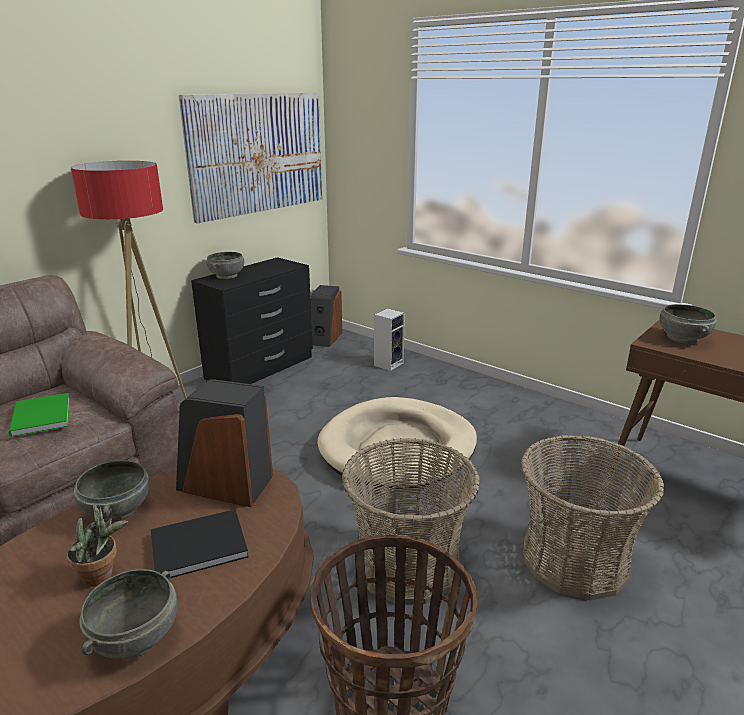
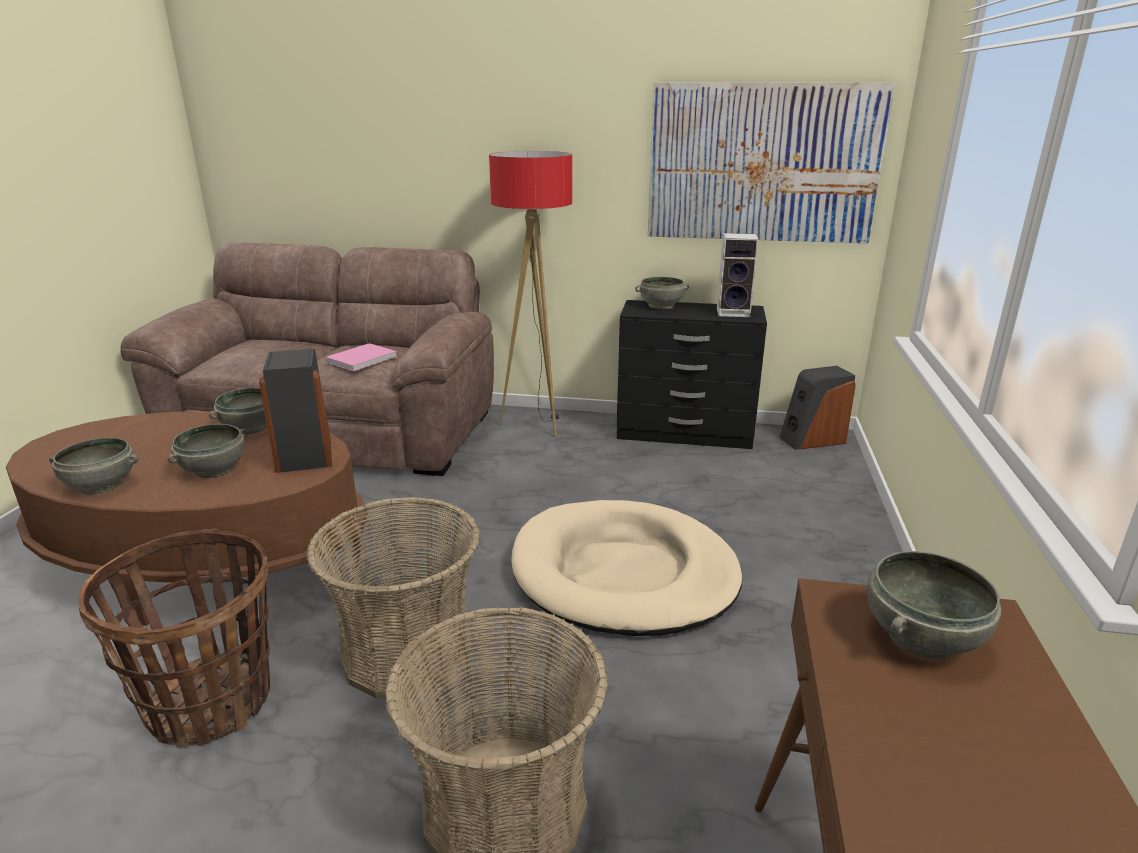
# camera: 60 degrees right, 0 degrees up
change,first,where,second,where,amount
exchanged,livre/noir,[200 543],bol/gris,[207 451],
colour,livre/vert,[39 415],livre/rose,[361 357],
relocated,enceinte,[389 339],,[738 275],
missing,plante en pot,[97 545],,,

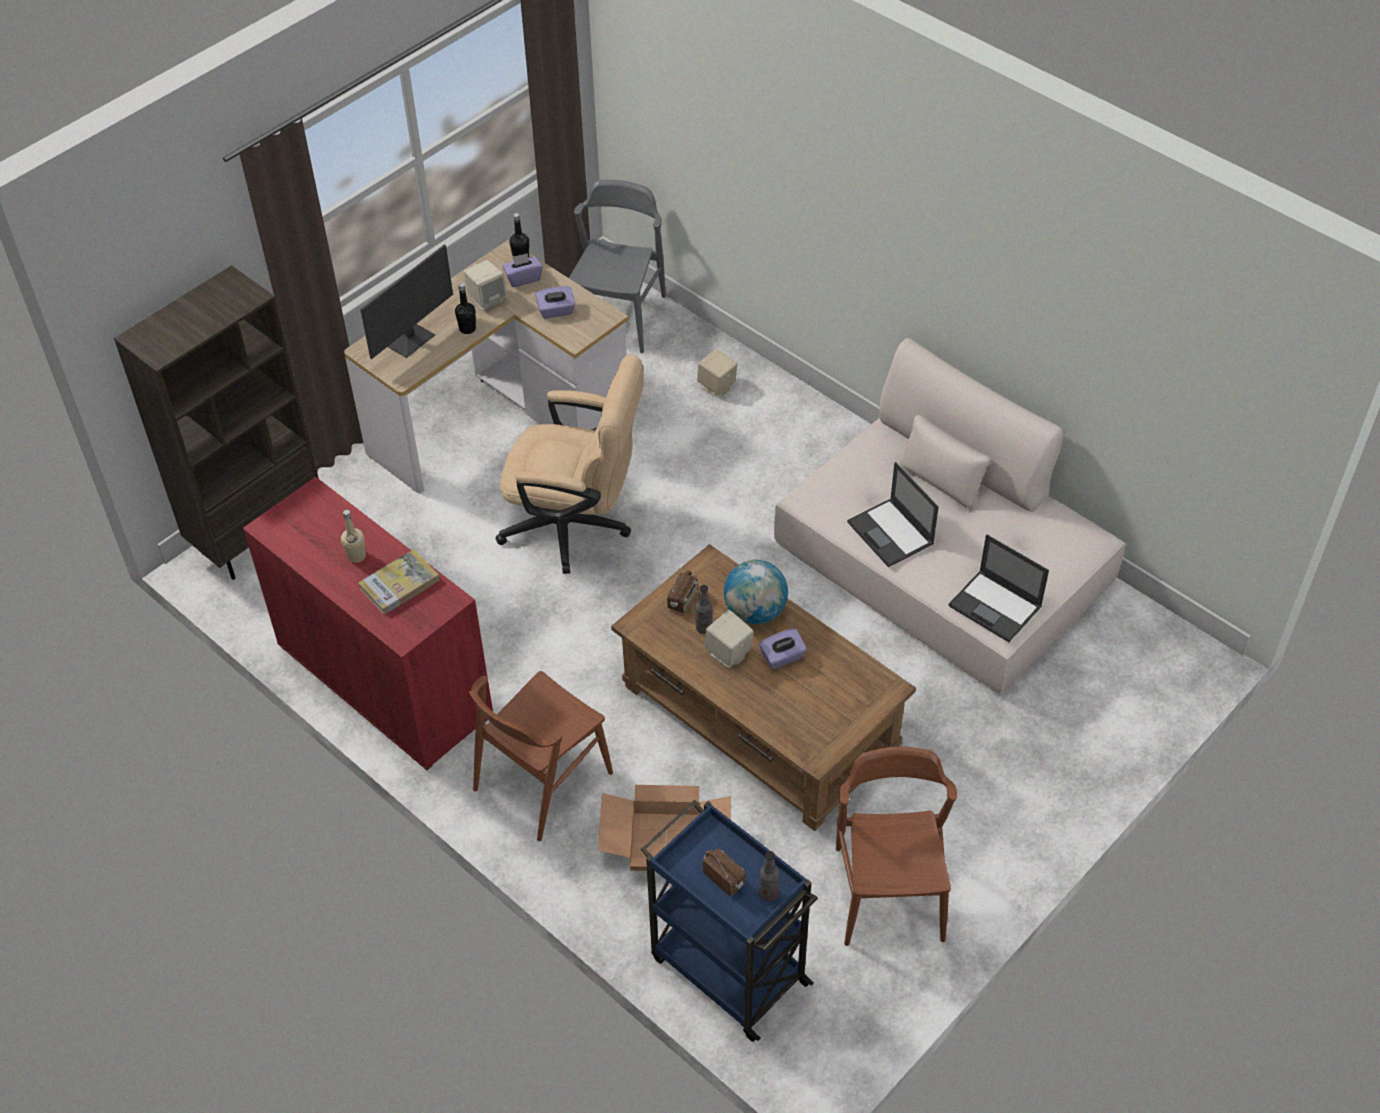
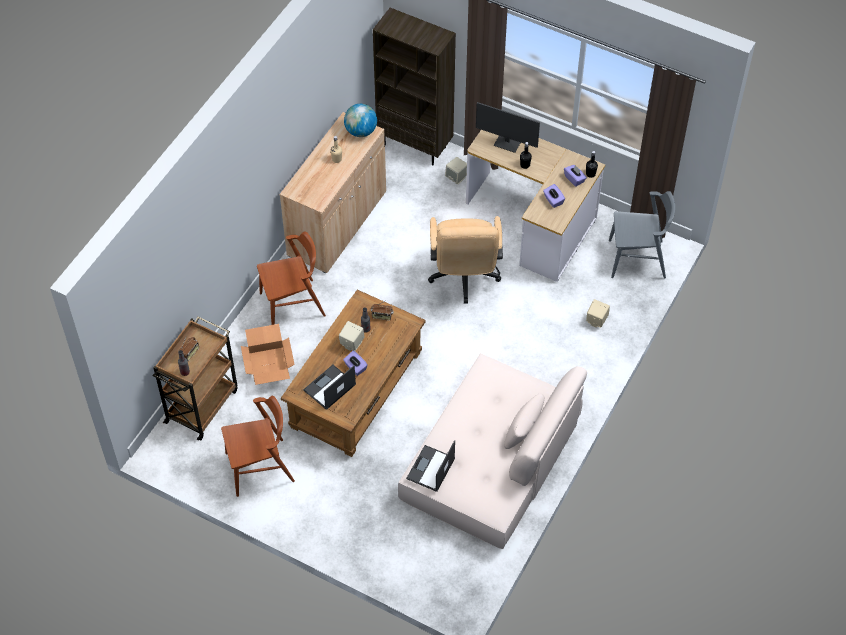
# camera: 75 degrees right, 5 degrees up
change,first,where,second,where,amount
colour,chariot/bleu,[729 921],chariot/marron,[195 378],
spun,chaise/marron,[541 756],,[291 278],135 degrees clockwise
colour,meuble de rangement/rouge,[368 623],meuble de rangement/beige,[333 192],
relocated,ordinateur portable,[893 514],,[329 387],
relocated,globe,[756 592],,[360 120],
relocated,enceinte/beige,[485 285],,[456 171],
missing,livre,[399 582],,,

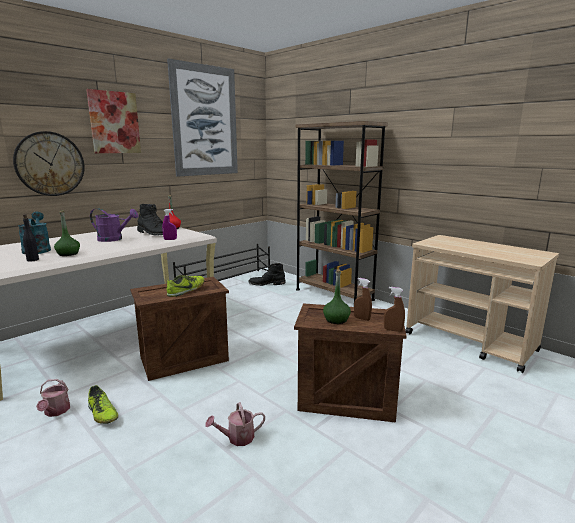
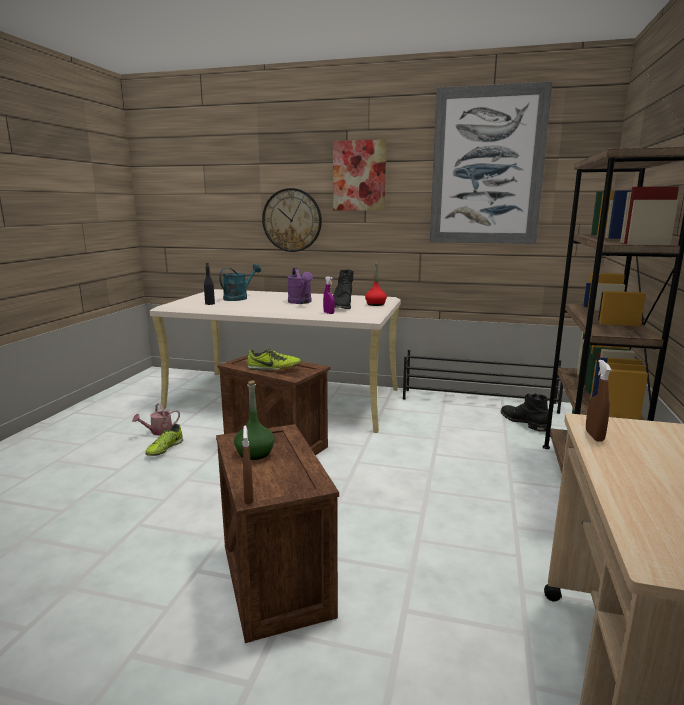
# camera: 60 degrees right, 0 degrees up
change,first,where,second,where,amount
relocated,vaporisateur/marron,[363 299],,[598 401],
missing,bouteille/vert,[67 233],,,
missing,arrosoir,[235 424],,,

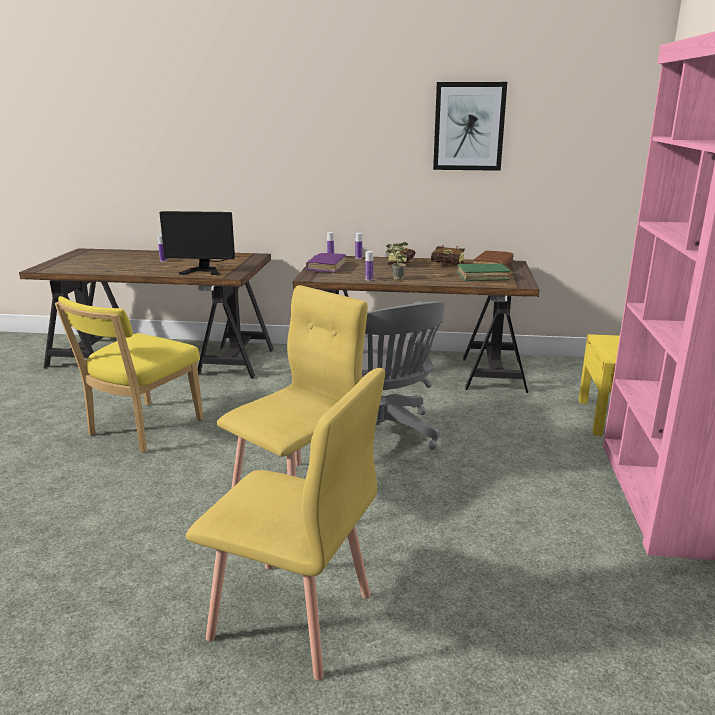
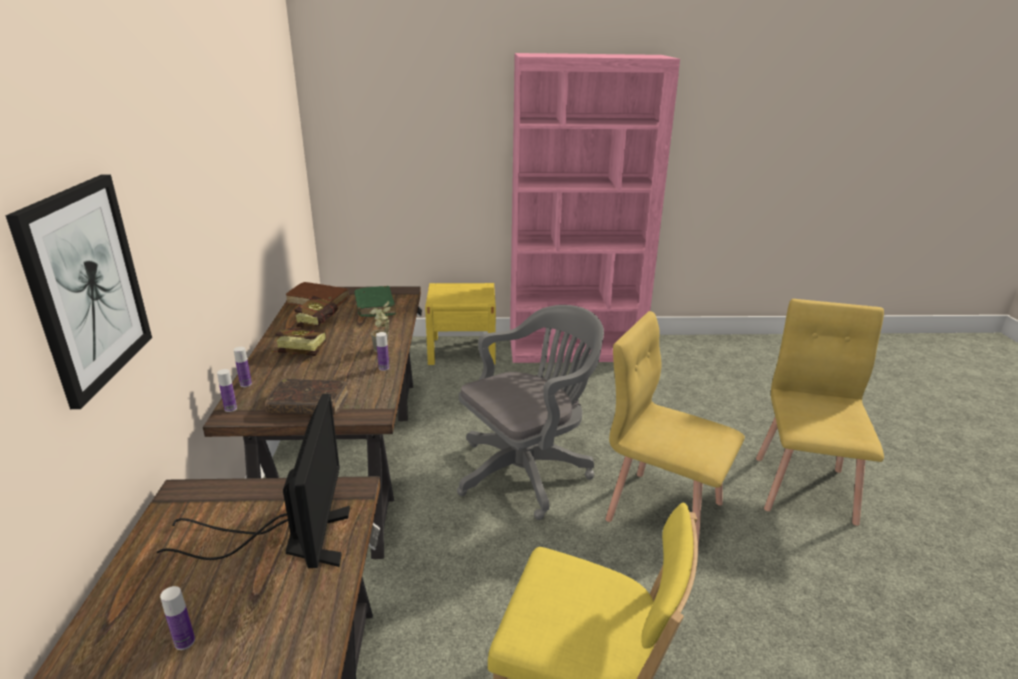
# camera: 100 degrees left, 5 degrees up
change,first,where,second,where,amount
relocated,tableau,[470 126],,[79 292],
colour,livre/violet,[326 263],livre/marron,[307 397],

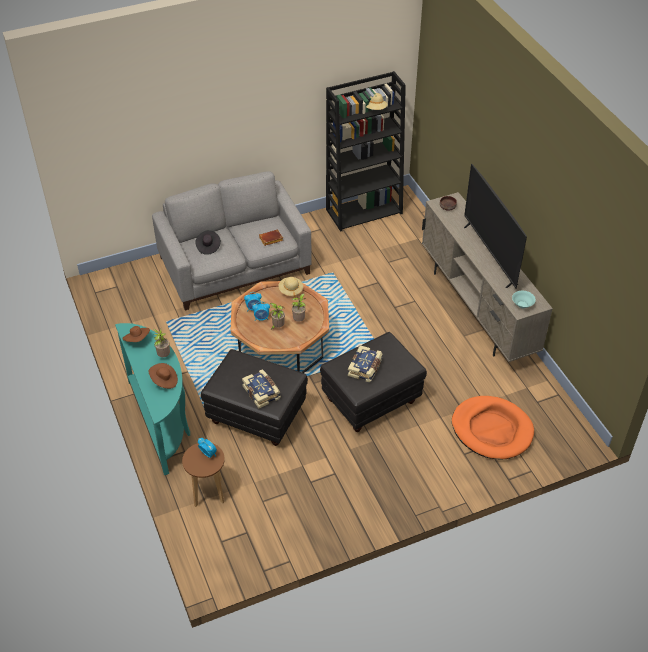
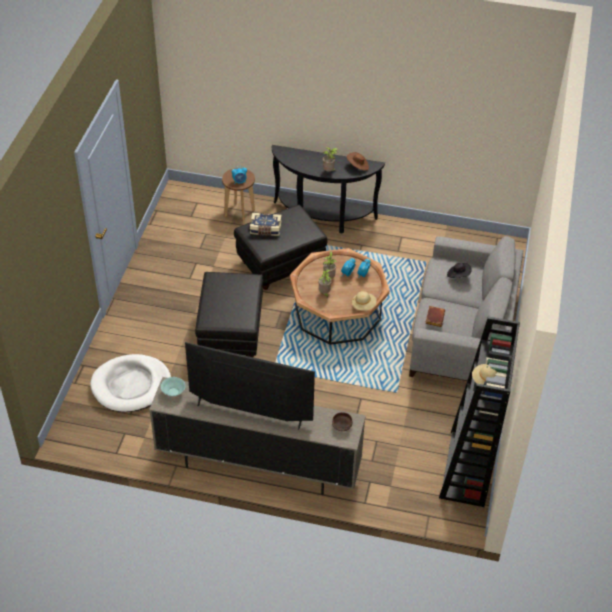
# camera: 125 degrees right, 0 degrees up
change,first,where,second,where,amount
colour,panier pour chien/orange,[493 428],panier pour chien/blanc,[130 383],
colour,table console/turquoise,[152 399],table console/noir,[328 189],
missing,chapeau/marron,[163 376],,,
missing,livre,[365 363],,,

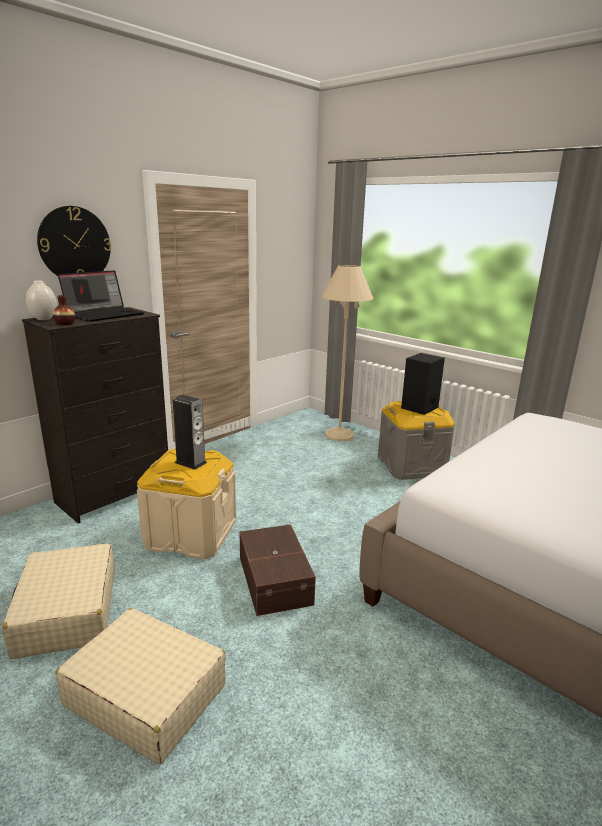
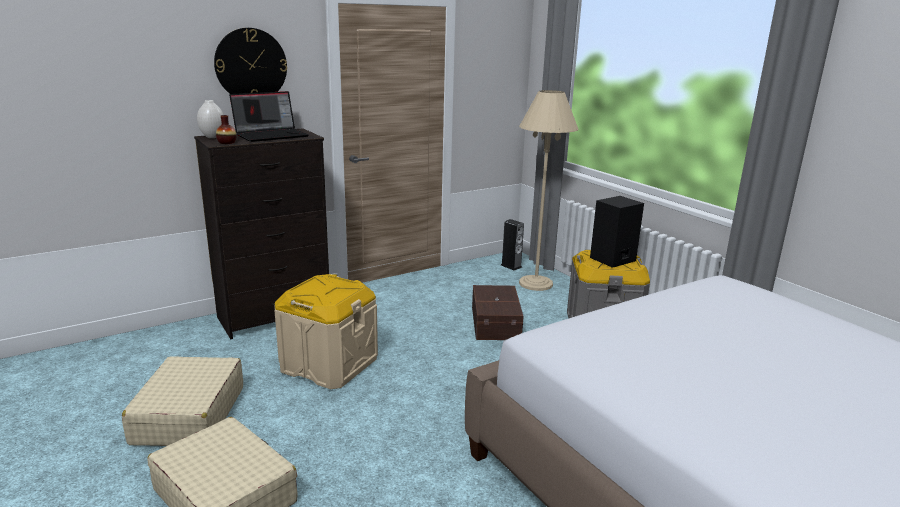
# camera: 15 degrees right, 0 degrees up
change,first,where,second,where,amount
relocated,boîte de rangement/marron,[278 570],,[498 312],
relocated,enceinte,[190 432],,[512 245],

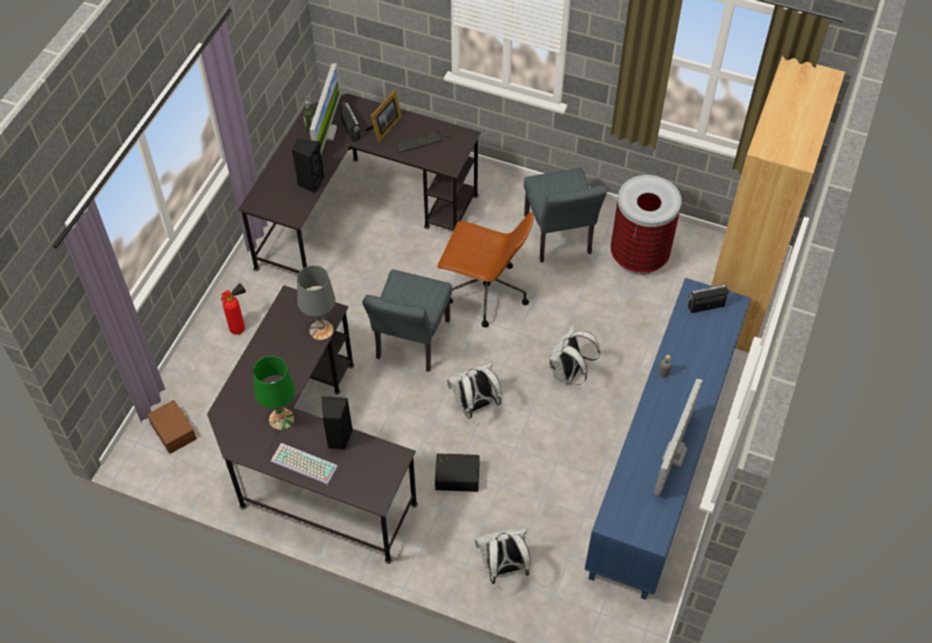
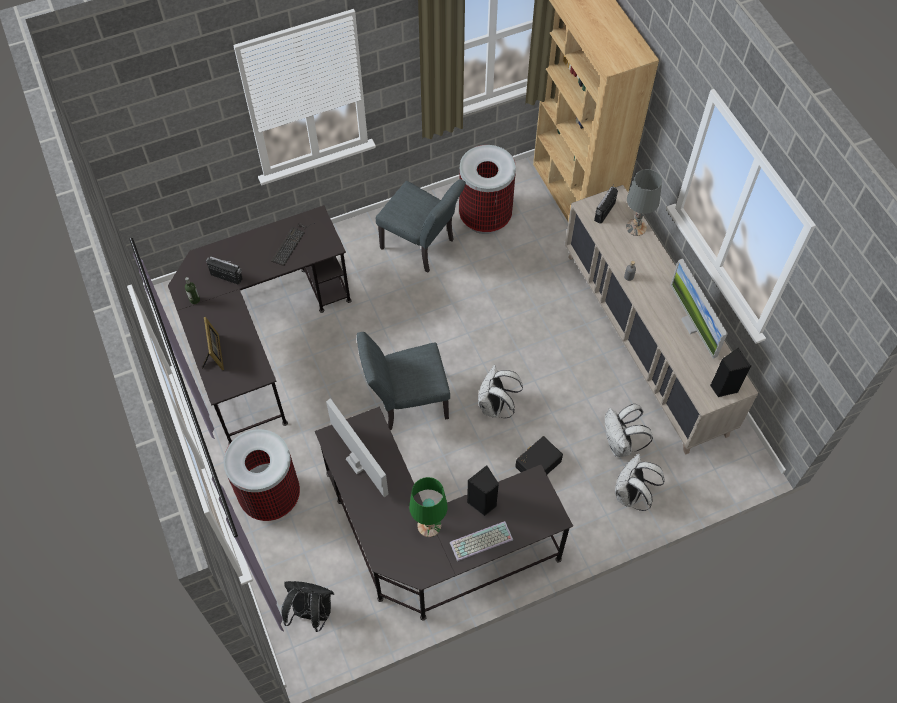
# camera: 45 degrees left, 5 degrees up
change,first,where,second,where,amount
relocated,cadre photo,[384 116],,[213 343],
exchanged,extincteur,[233 309],poubelle,[261 475],
exchanged,boîte de rangement/marron,[172 427],sac à dos/noir,[307 606],
relocated,écran d'ordinateur,[325 109],,[357 448],
spun,chaise/gris,[407 320],,[403 381],105 degrees clockwise
colour,meuble de rangement/bleu,[667 439],meuble de rangement/beige,[661 320],
relocated,sac à dos/blanc,[574 355],,[629 430],
relocated,lampe de table/gris,[316 302],,[644 202],
relocated,enceinte/noir,[308 166],,[730 372],
missing,chaise de bureau/marron,[485 269],,,

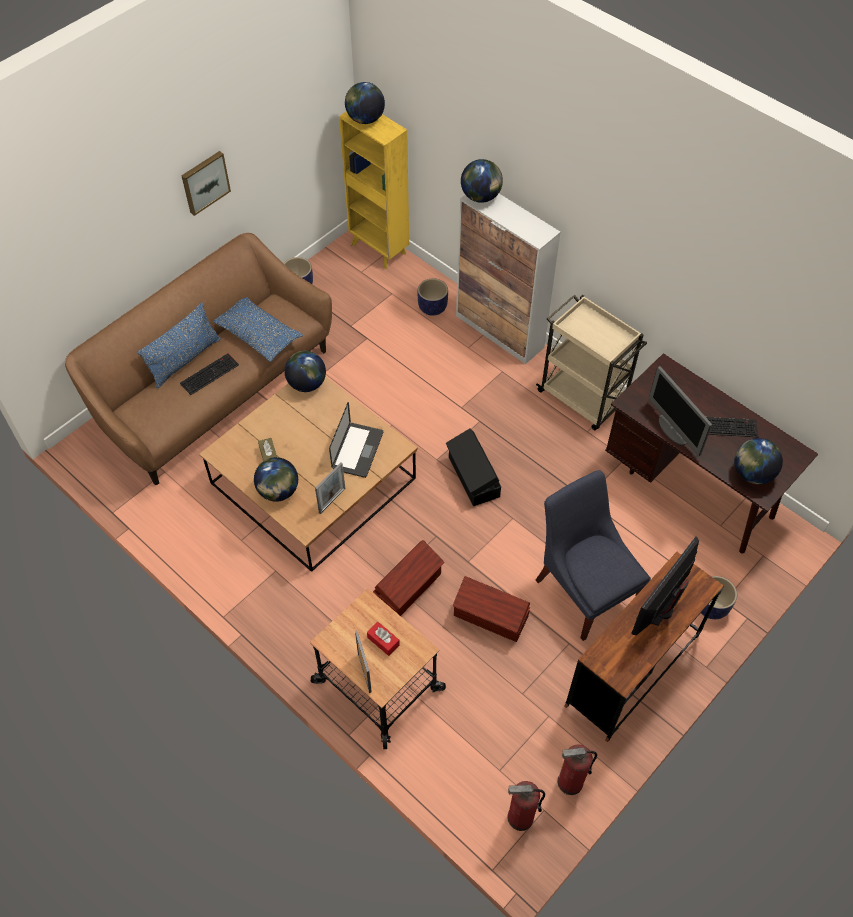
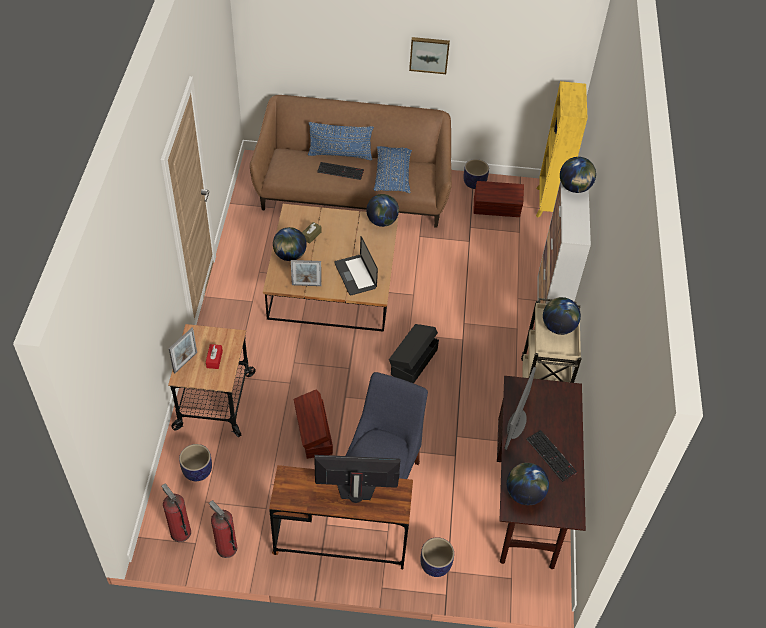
# camera: 50 degrees right, 5 degrees down
change,first,where,second,where,amount
relocated,cache-pot,[433 297],,[195 462],
spun,ordinateur portable,[356 440],,[356 265],90 degrees clockwise
relocated,boîte de rangement/marron,[409 578],,[499 199],
relocated,globe,[365 103],,[562 316],

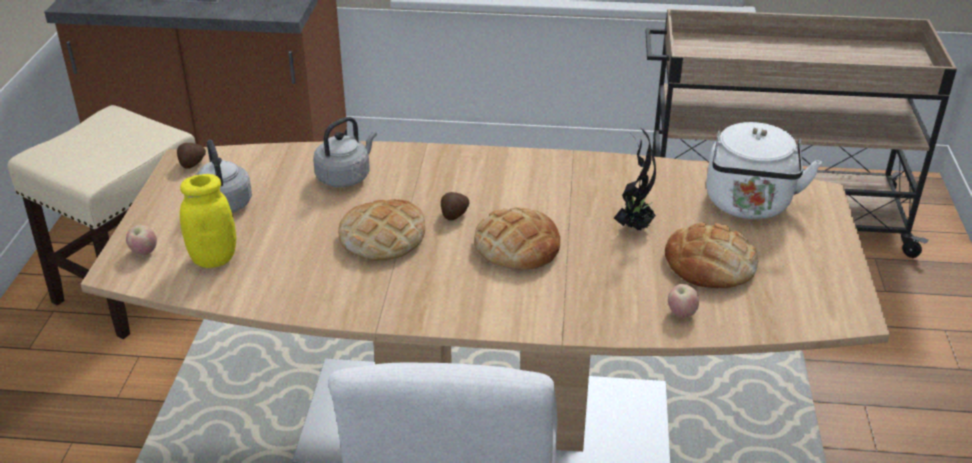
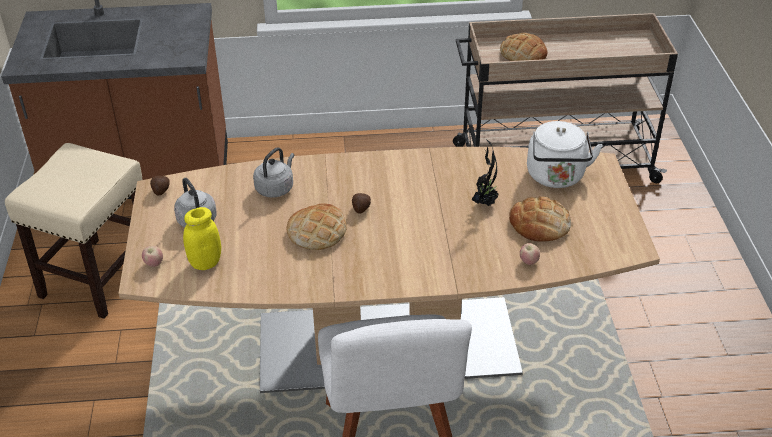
# camera: 10 degrees left, 5 degrees up
change,first,where,second,where,amount
relocated,pain,[517 238],,[524 47],

